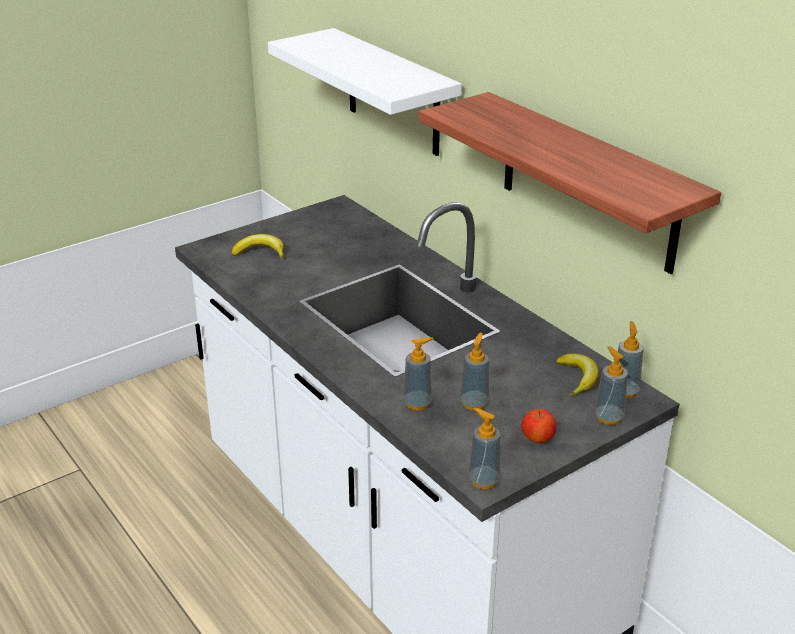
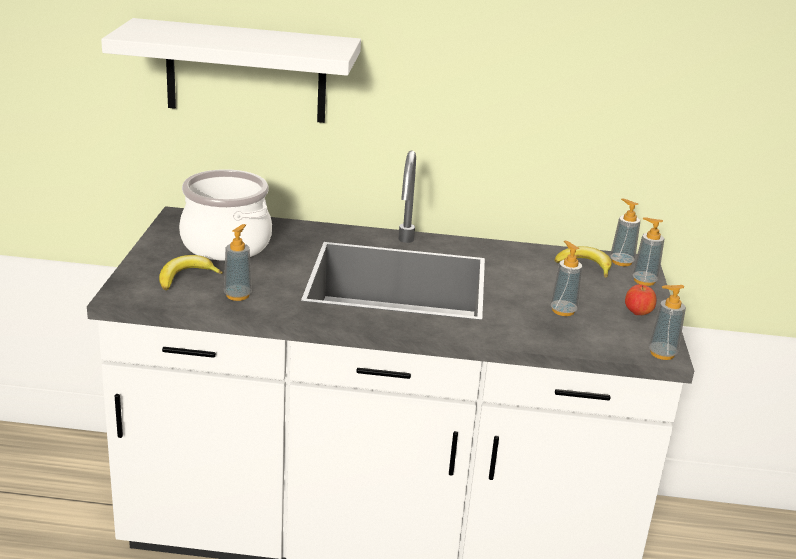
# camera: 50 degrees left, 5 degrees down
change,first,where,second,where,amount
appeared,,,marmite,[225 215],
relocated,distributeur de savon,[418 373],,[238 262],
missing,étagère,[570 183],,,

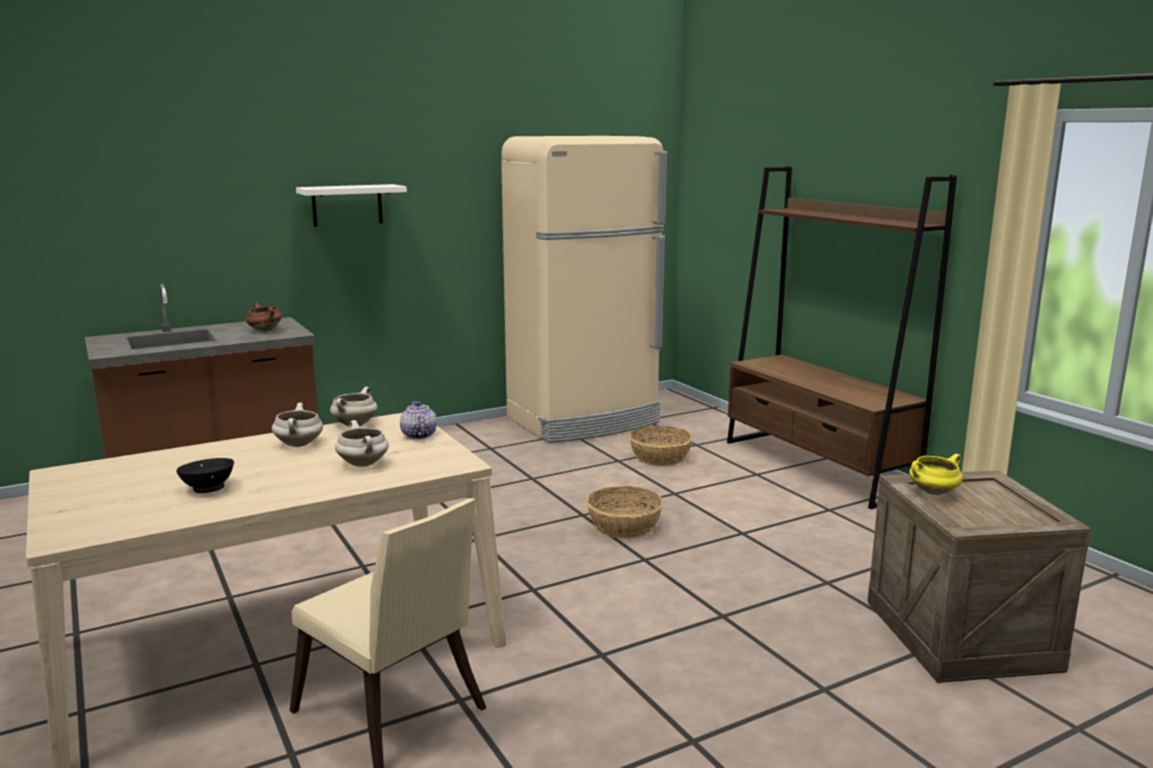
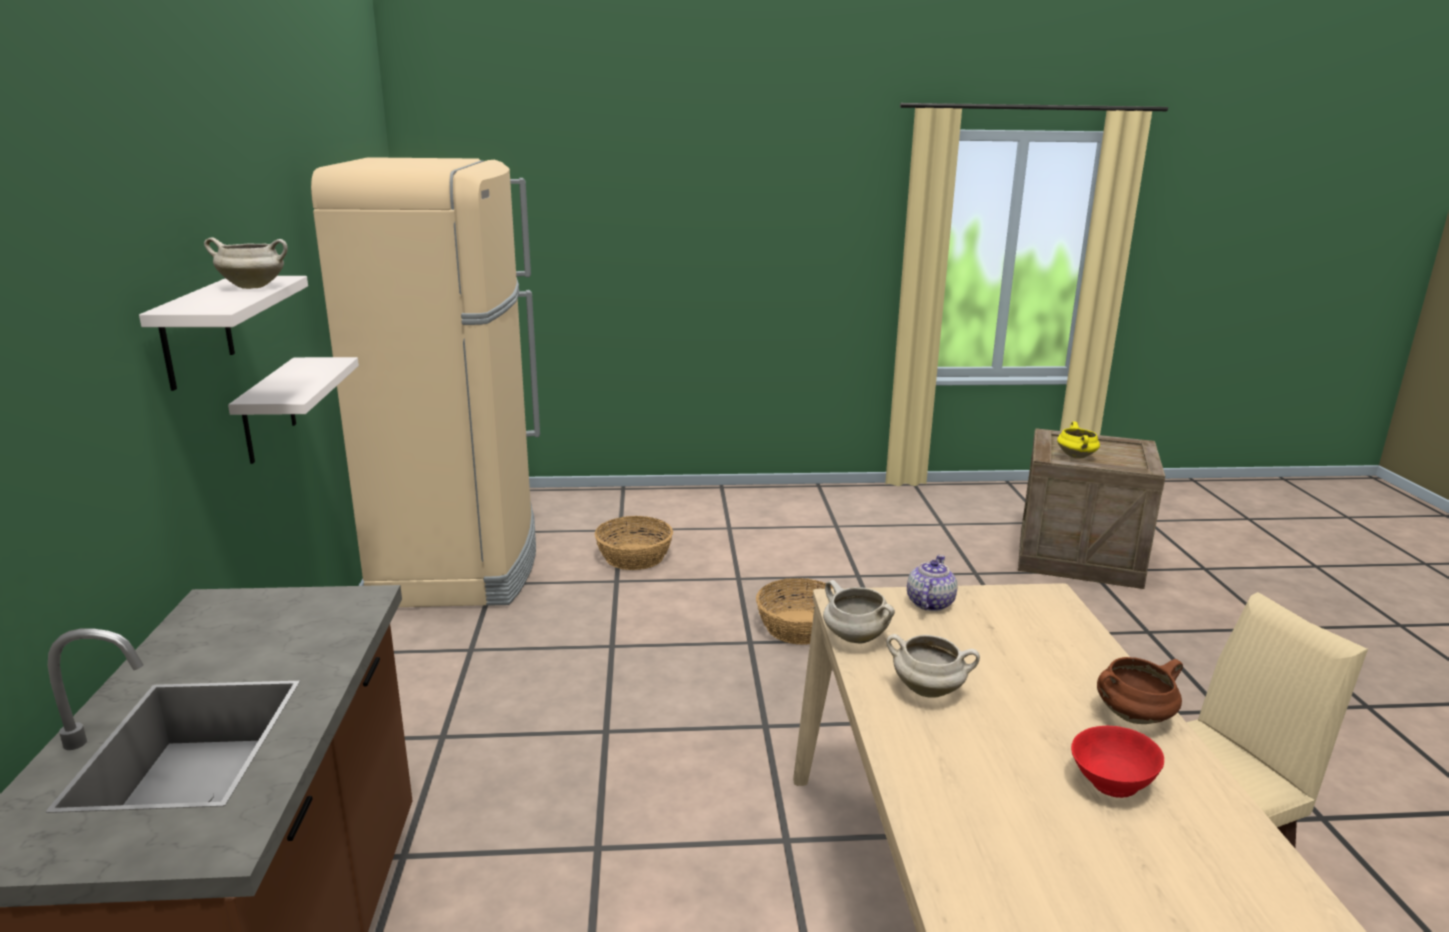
# camera: 65 degrees left, 5 degrees up
change,first,where,second,where,amount
relocated,marmite/blanc,[362 443],,[246 263],
appeared,,,étagère/blanc,[293 410],
spun,théière,[418 420],,[932 583],105 degrees clockwise
colour,bol/noir,[205 475],bol/rouge,[1117 762],
relocated,marmite/marron,[264 317],,[1140 690],
missing,bibliothèque/marron,[842 337],,,

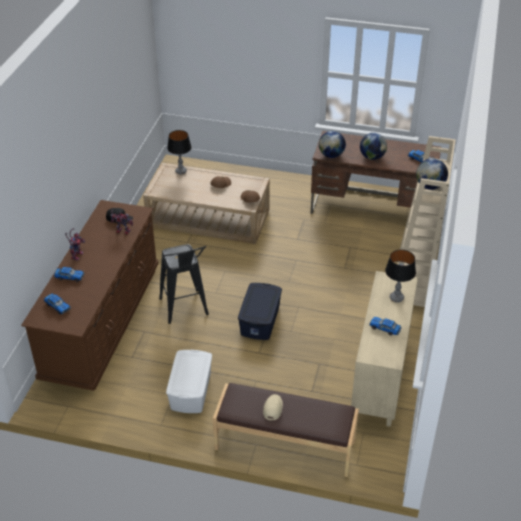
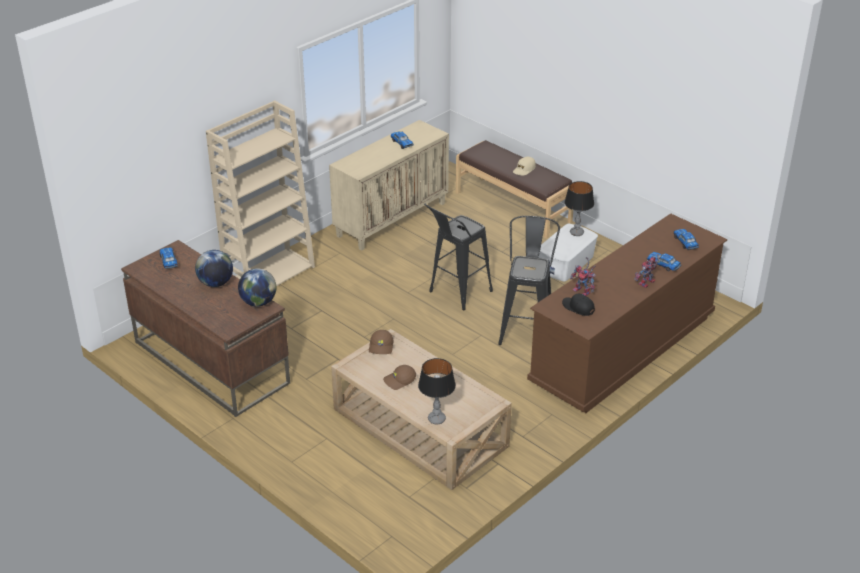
# camera: 150 degrees left, 5 degrees down
change,first,where,second,where,amount
exchanged,boîte de rangement/bleu,[260 311],tabouret/noir,[458 257],
relocated,lampe de table,[400 276],,[579 208],
missing,globe,[432 174],,,

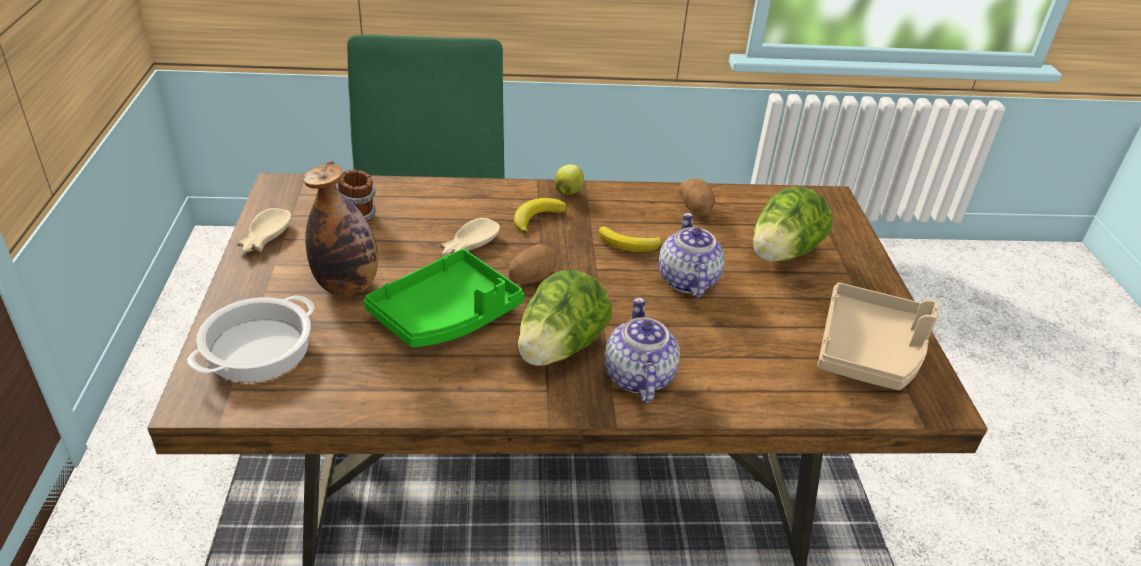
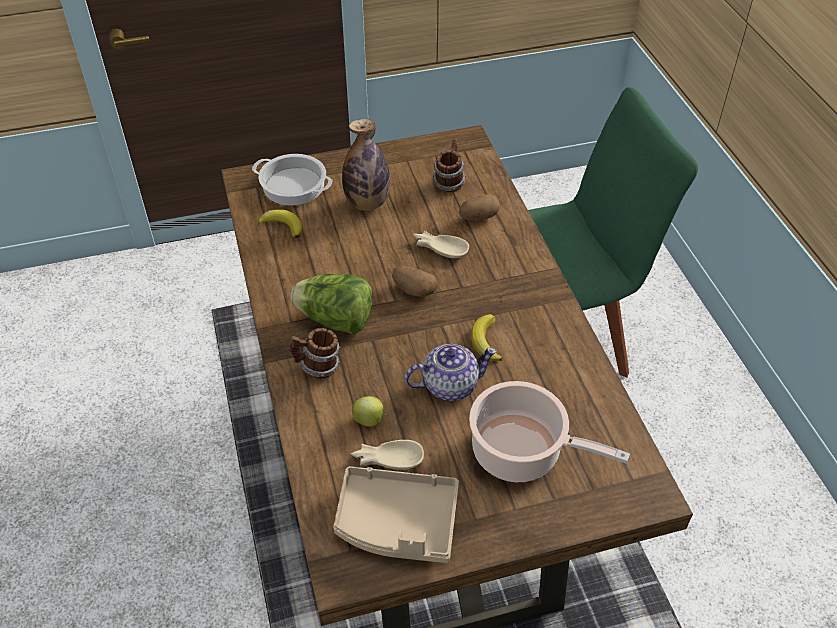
# camera: 80 degrees right, 10 degrees up
change,first,where,second,where,amount
relocated,banane,[540 216],,[280 223],
exchanged,théière,[642 350],mug,[315 353],
relocated,bol/beige,[263 230],,[387 455],
relocated,pomme,[569 179],,[369 411],
relocated,pomme de terre,[697 197],,[479 207],
exchanged,laitue,[793 224],marmite,[549 431],
missing,plateau/vert,[444 298],,,

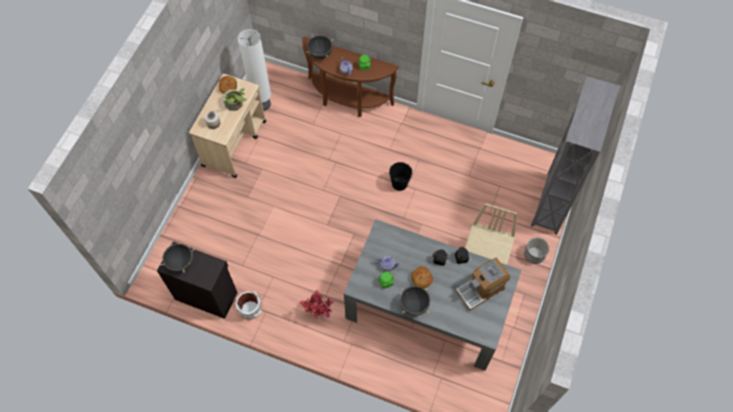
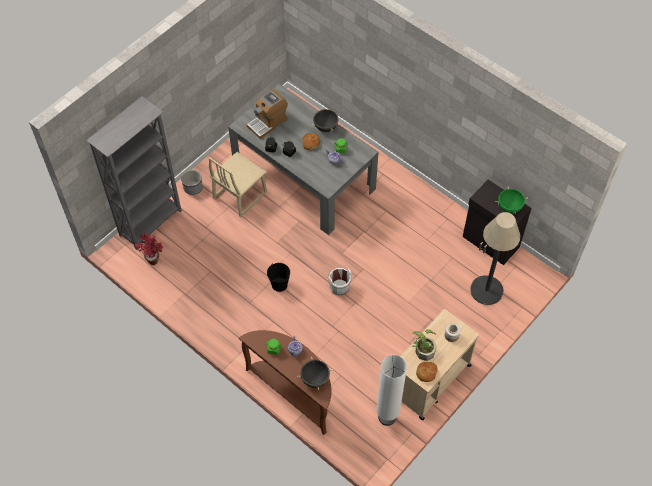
# camera: 160 degrees left, 5 degrees down
change,first,where,second,where,amount
relocated,plante en pot,[316 304],,[149 248],
spun,machine à café,[482 284],,[267 114],150 degrees clockwise
relocated,seau/blanc,[249 305],,[339 282],
appeared,,,lampadaire,[495 258],
colour,marmite/noir,[177 257],marmite/vert,[512 200],

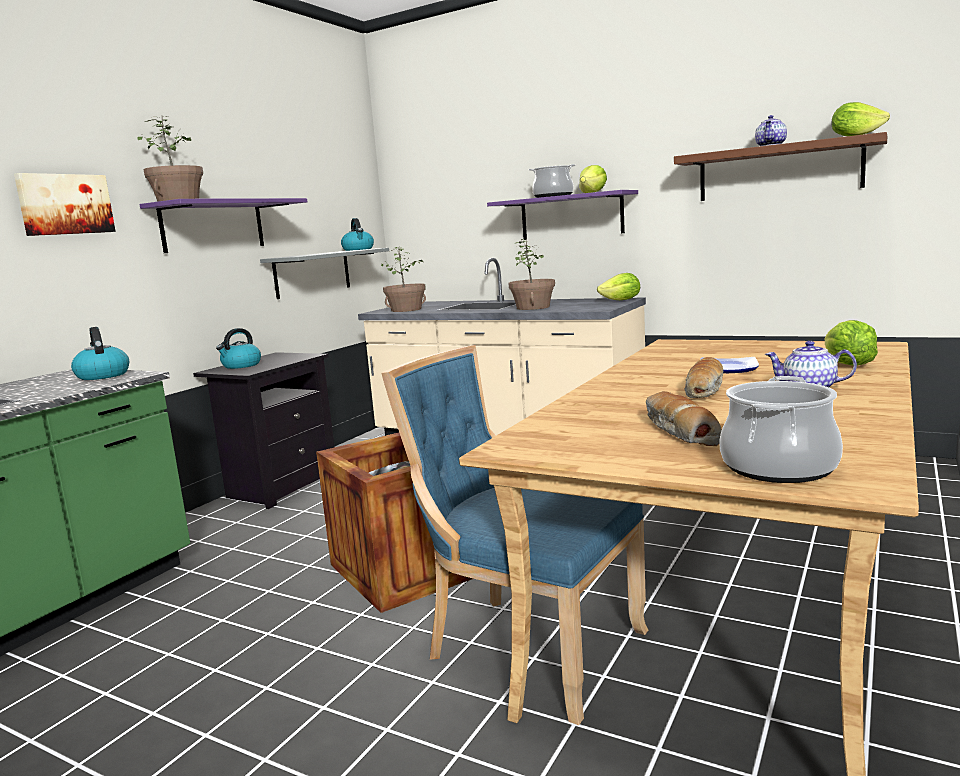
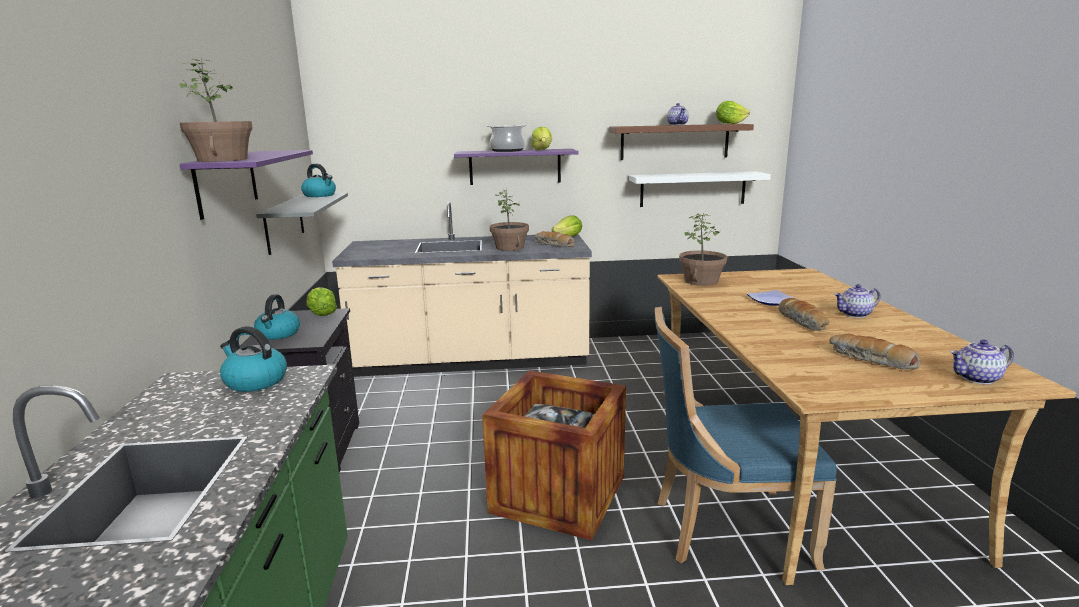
# camera: 35 degrees left, 5 degrees up
change,first,where,second,where,amount
relocated,laitue,[851 343],,[322 301],
appeared,,,pain,[554 239],
appeared,,,étagère/blanc,[700 189],
relocated,plante en pot,[403 279],,[703 249],
exchanged,marmite,[781 429],théière,[982 362],
missing,tableau,[65 204],,,

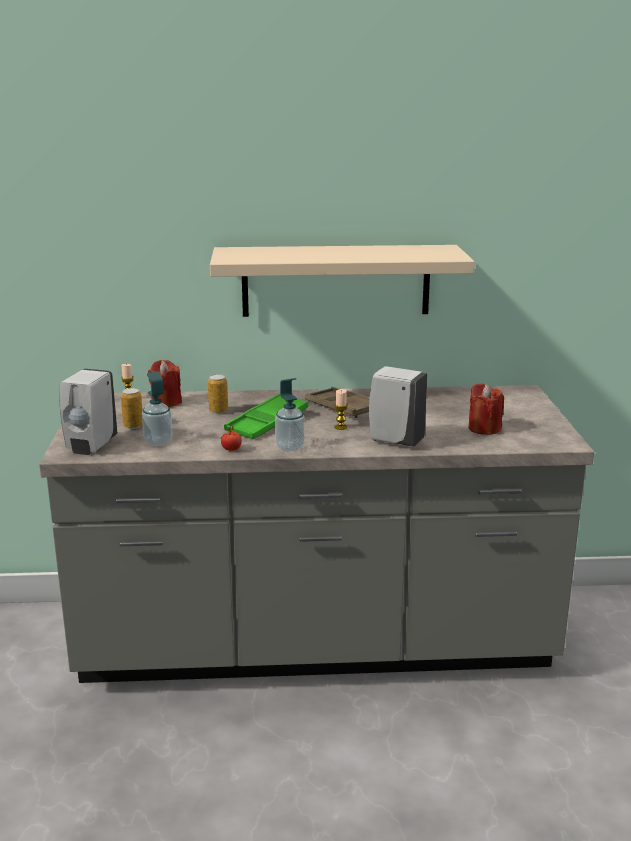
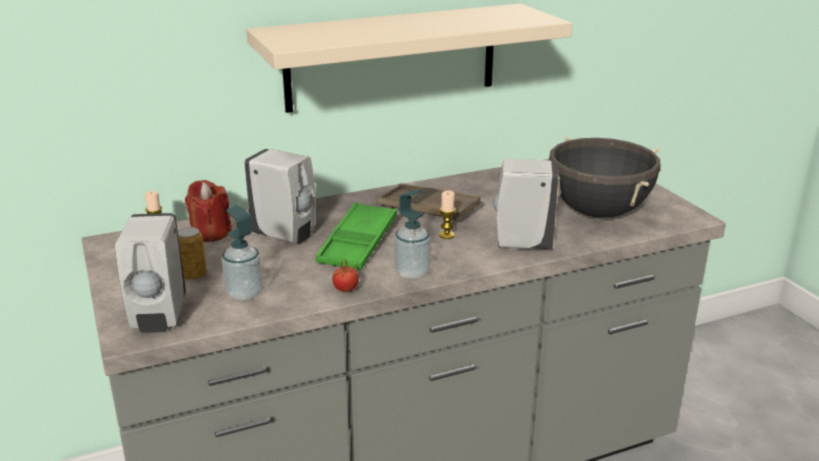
# camera: 20 degrees left, 5 degrees up
change,first,where,second,where,amount
exchanged,boîte métallique,[218 394],distributeur de savon/blanc,[280 196],
exchanged,bougie/rouge,[486 409],marmite/noir,[605 177],

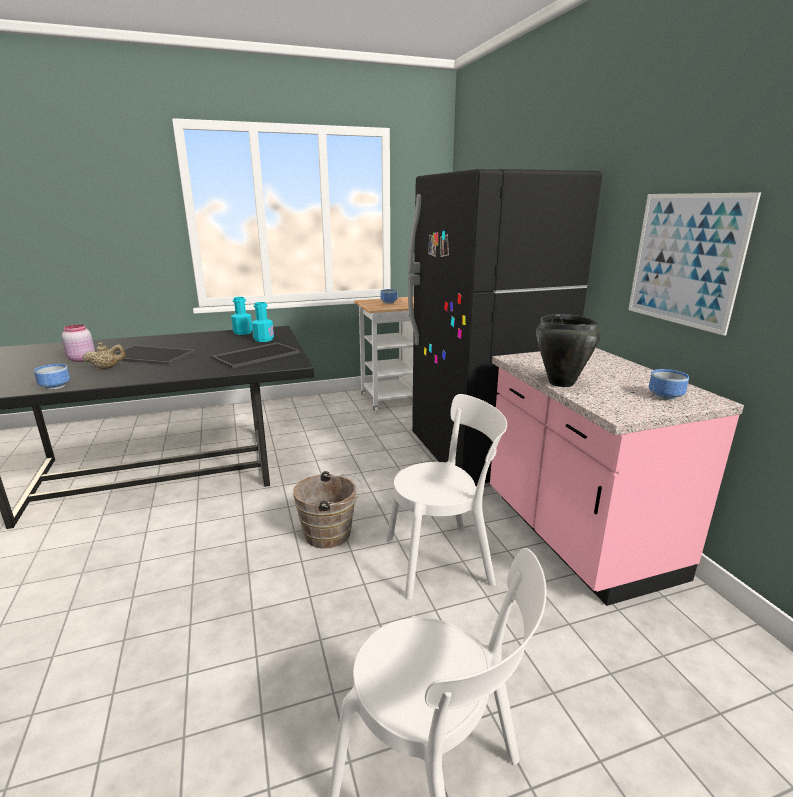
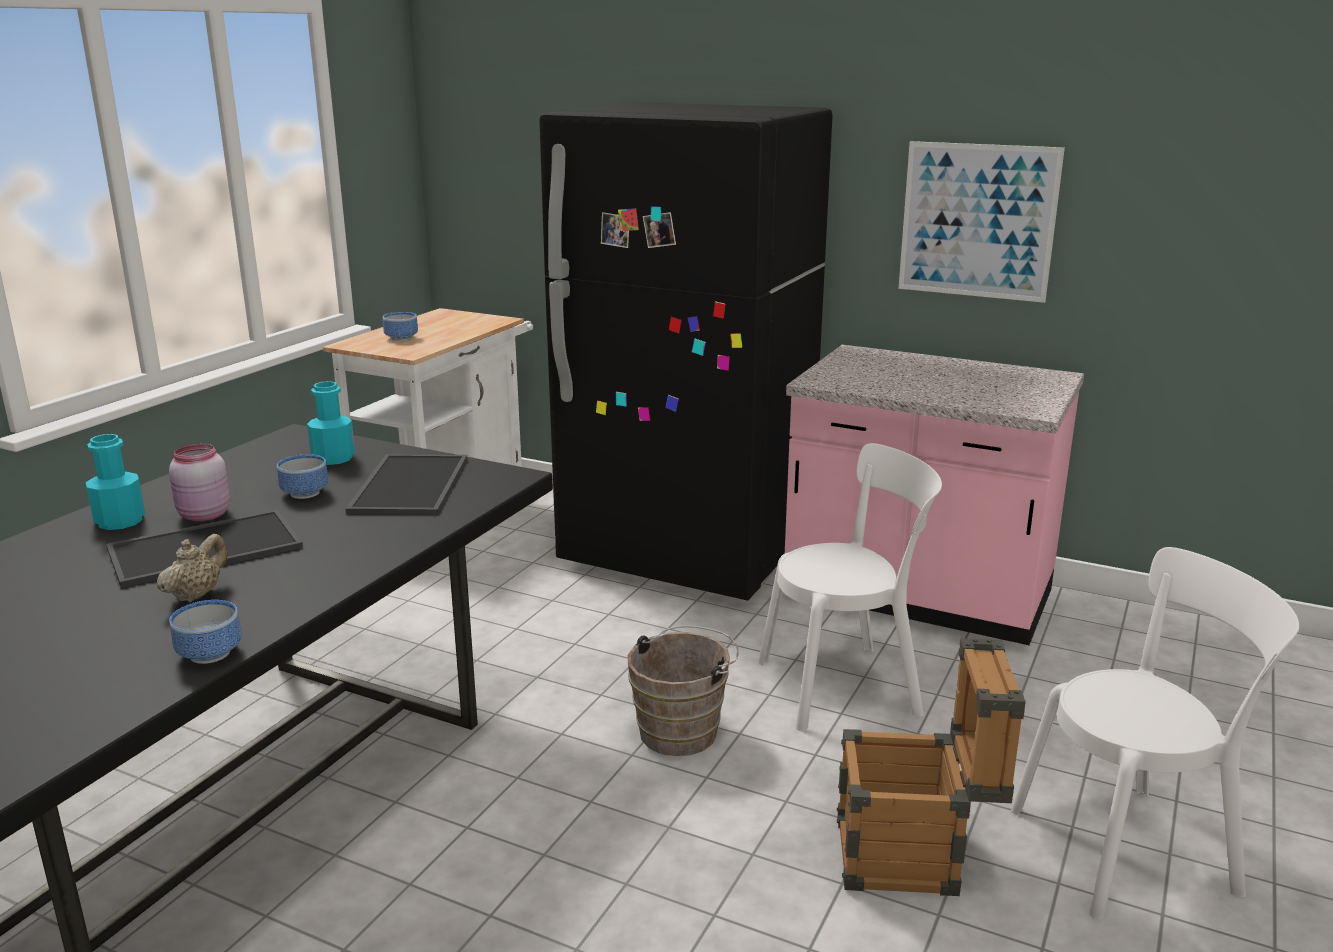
# camera: 45 degrees left, 0 degrees up
change,first,where,second,where,amount
relocated,bouteille/turquoise,[241 316],,[115 482],
relocated,bocal/rose,[78 343],,[199 483],
relocated,bol,[669 384],,[302 476],
spun,chaise/blanc,[446 497],,[850 587],45 degrees clockwise
appeared,,,caisse,[931 767],
missing,marmite/noir,[568 350],,,

